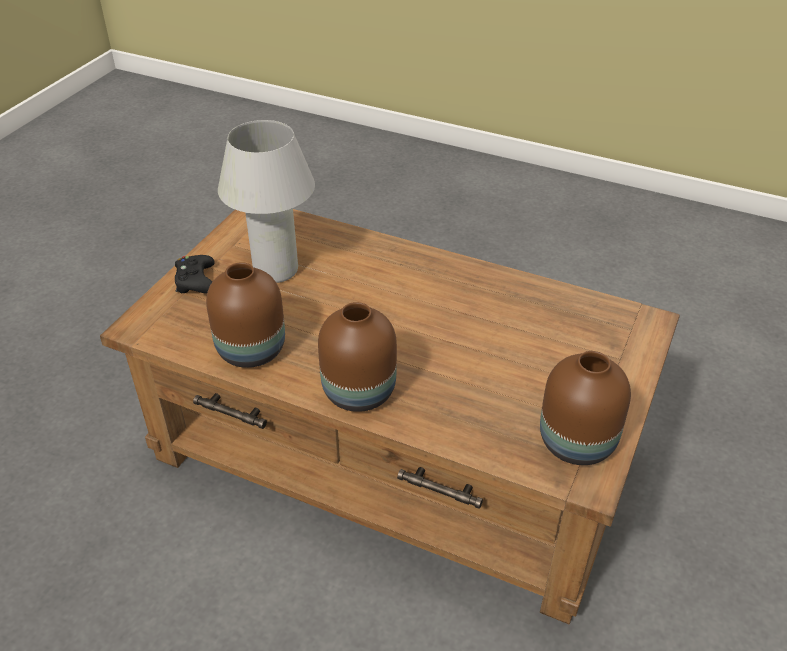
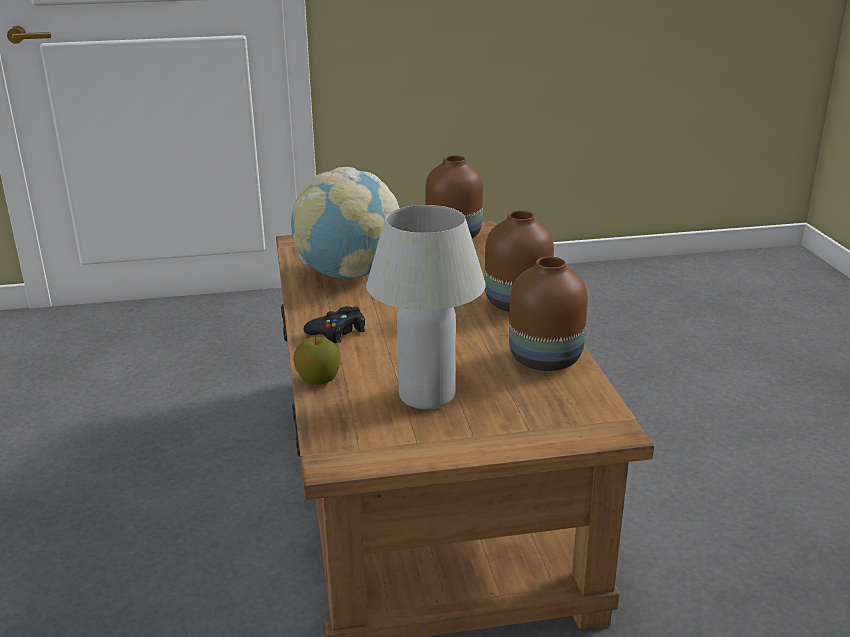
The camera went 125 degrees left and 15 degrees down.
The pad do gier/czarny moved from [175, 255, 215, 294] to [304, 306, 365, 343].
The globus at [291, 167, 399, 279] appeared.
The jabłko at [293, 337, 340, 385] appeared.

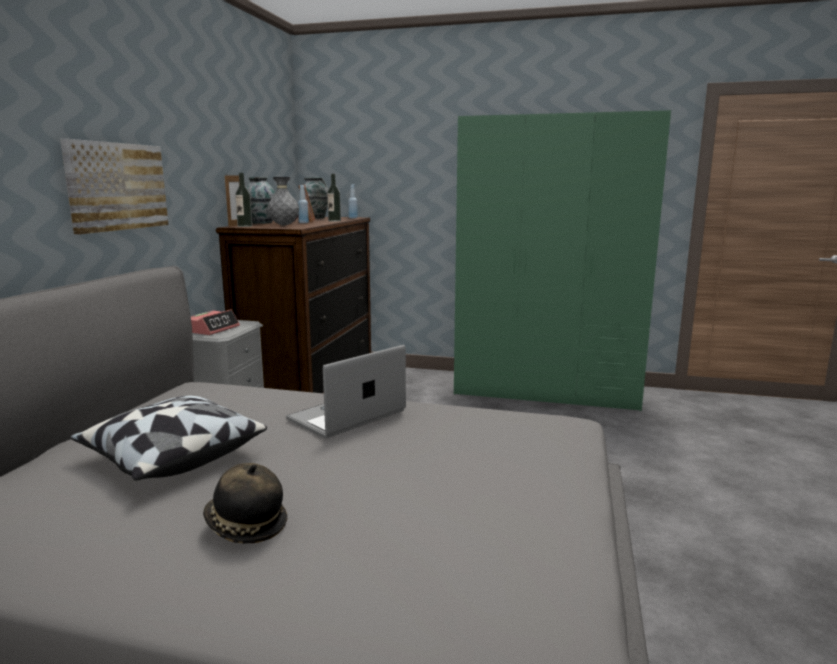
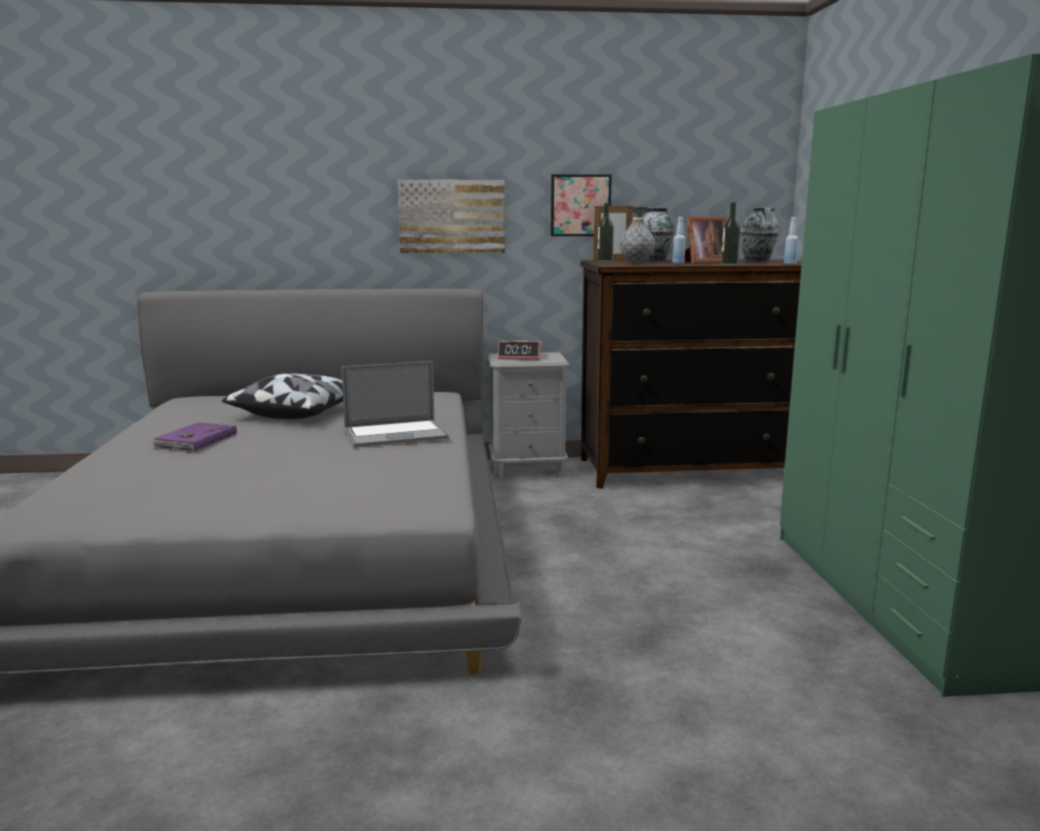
The camera went 70 degrees right and 0 degrees up.
The kapelusz at [203, 463, 287, 543] was replaced by the książka/fioletowy at [151, 422, 237, 451].
The laptop at [286, 345, 406, 439] turned 135 degrees clockwise.
The obraz at [551, 174, 612, 236] appeared.

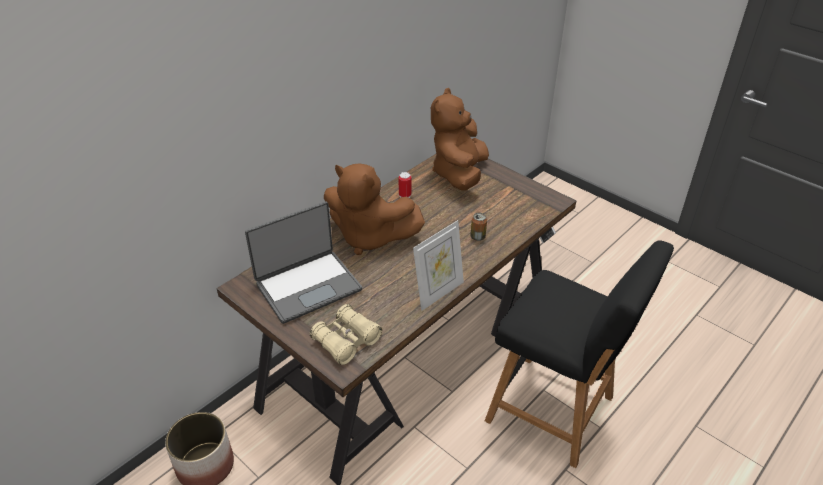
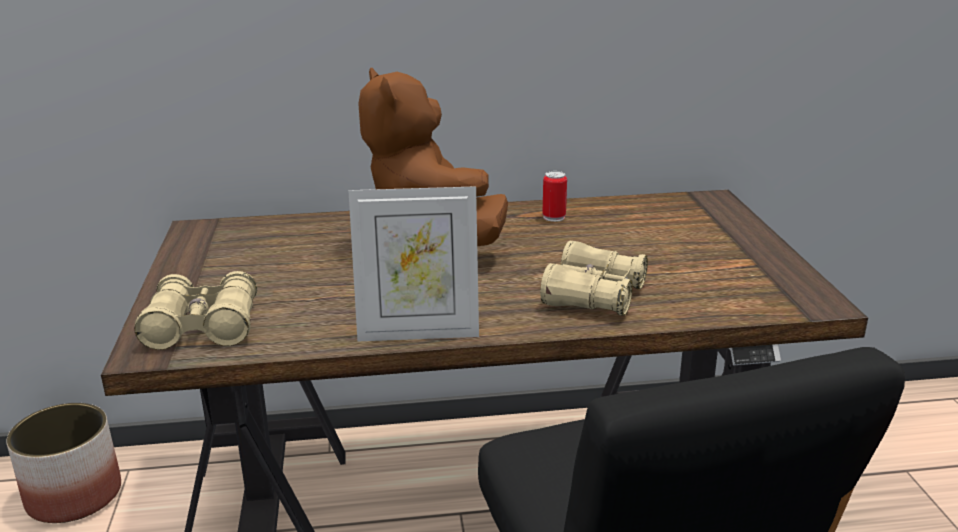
The camera went 40 degrees right and 15 degrees down.
The laptop at [245, 202, 362, 324] disappeared.
The pluszak/brązowy at [431, 88, 489, 190] disappeared.
The puszka at [470, 213, 487, 241] was replaced by the lornetka/beżowy at [540, 241, 648, 316].

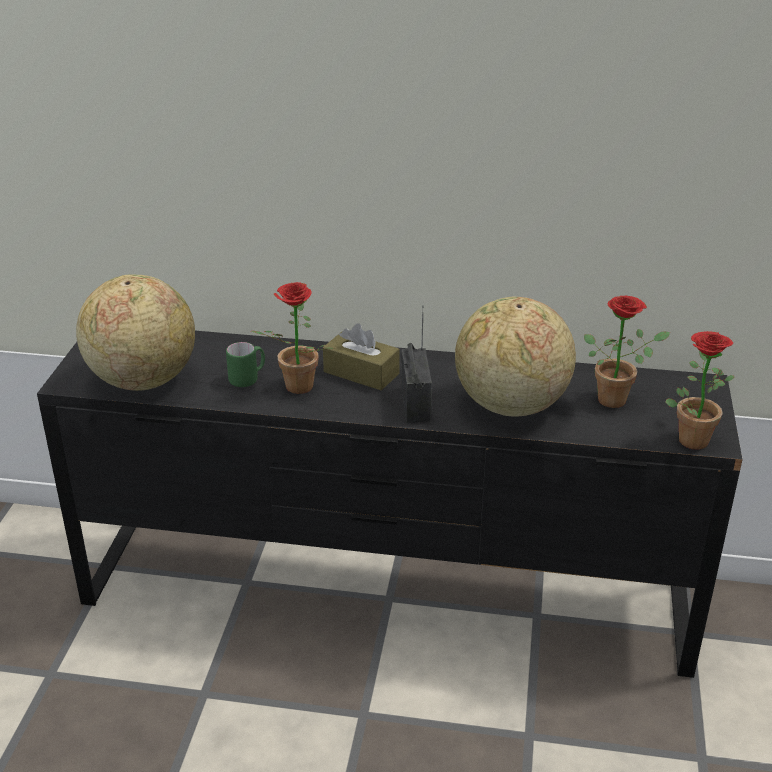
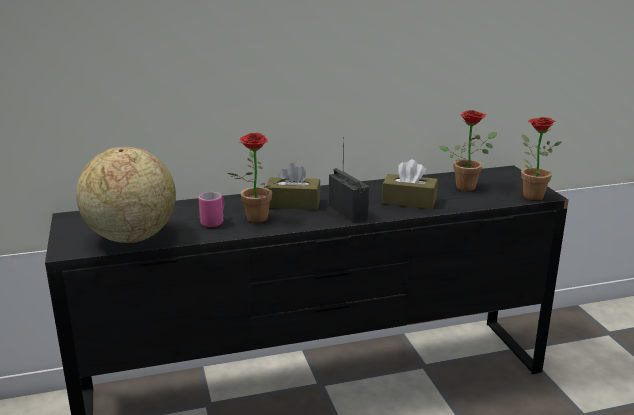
The camera went 25 degrees left and 10 degrees down.
The kubek/zielony at [226, 342, 265, 387] became the kubek/różowy at [198, 192, 224, 227].
The globus at [455, 297, 576, 417] was replaced by the pudełko chusteczek/brązowy at [382, 160, 438, 209].

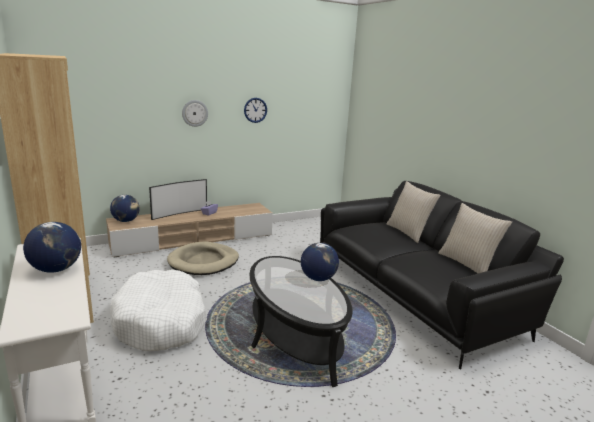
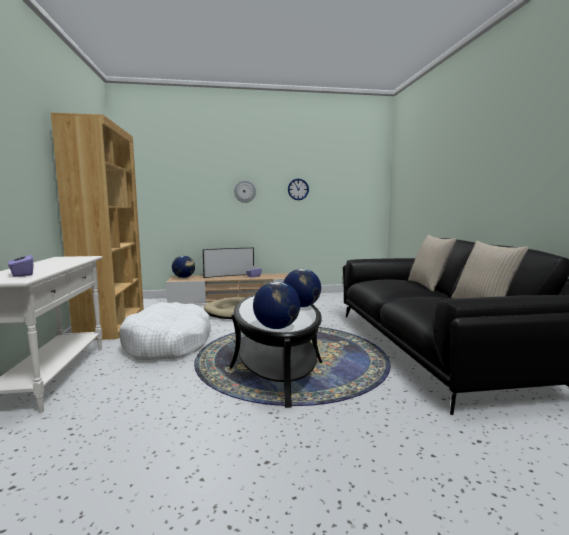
The camera went 20 degrees right and 10 degrees down.
The globus moved from [23, 222, 81, 273] to [253, 282, 300, 329].
The pudełko chusteczek/fioletowy at [8, 251, 33, 277] appeared.

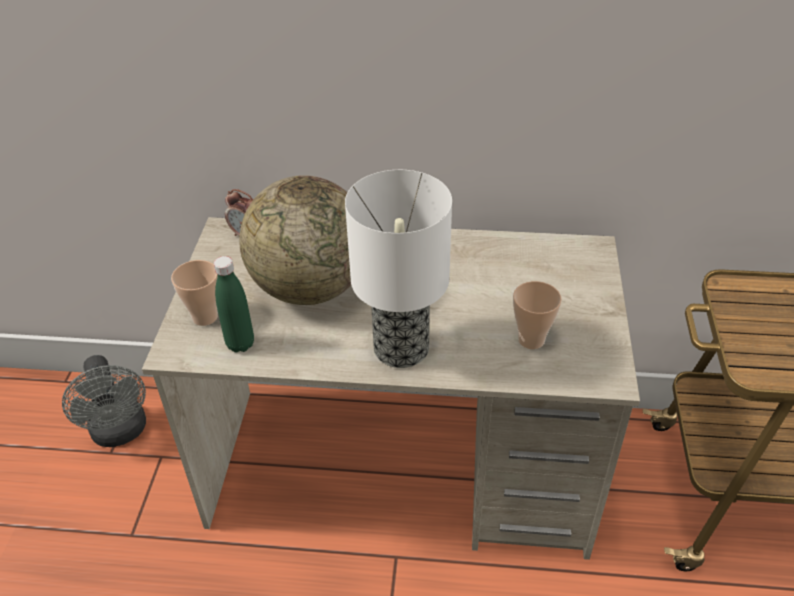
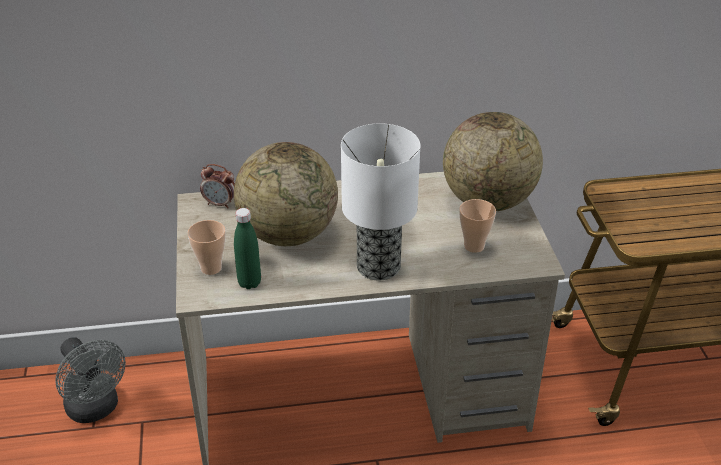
The camera went 15 degrees left and 5 degrees down.
The globus at [443, 112, 543, 211] appeared.

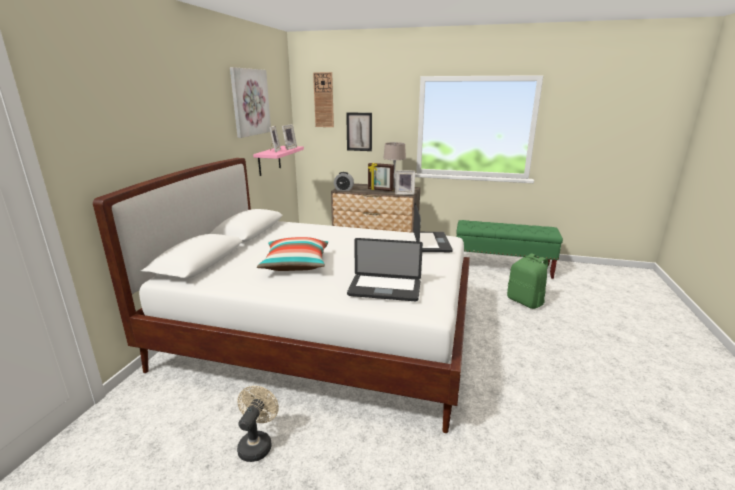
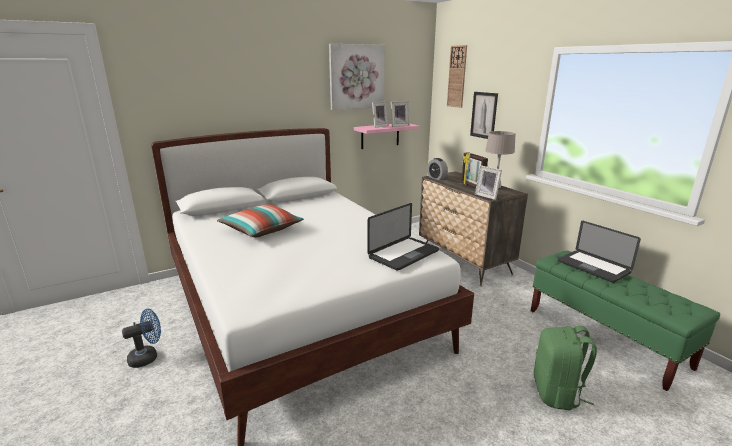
The camera went 45 degrees right and 0 degrees up.
The wentylator/beżowy at [237, 386, 279, 462] became the wentylator/niebieski at [122, 309, 161, 368].
The laptop moved from [347, 238, 423, 301] to [558, 221, 641, 283].

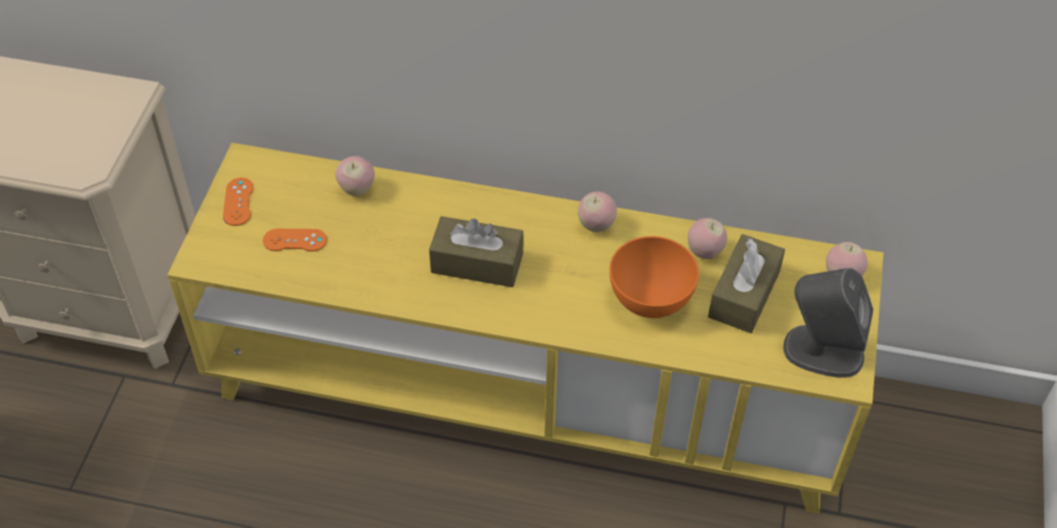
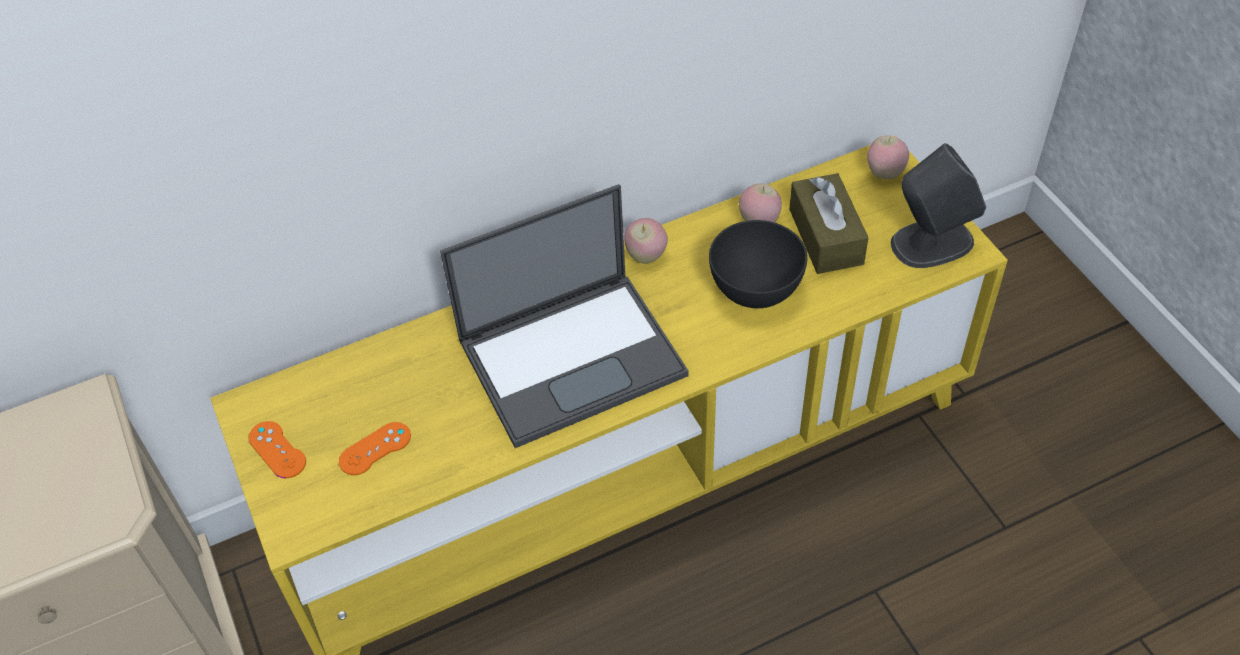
The camera went 35 degrees left and 0 degrees up.
The jabłko at [335, 156, 375, 196] disappeared.
The pudełko chusteczek/brązowy at [429, 216, 524, 287] was replaced by the laptop at [440, 184, 689, 448].
The miska/pomarańczowy at [609, 236, 699, 318] became the miska/szary at [709, 220, 807, 308].

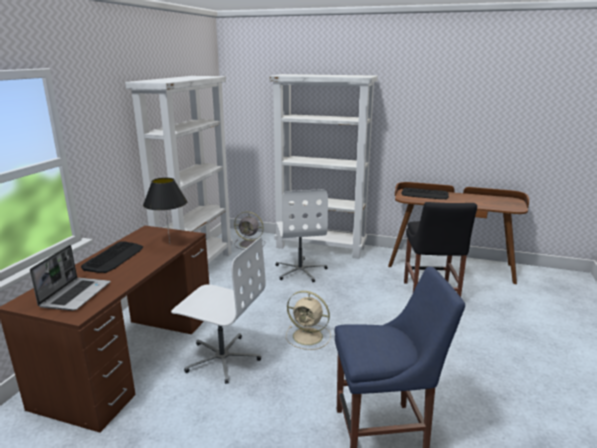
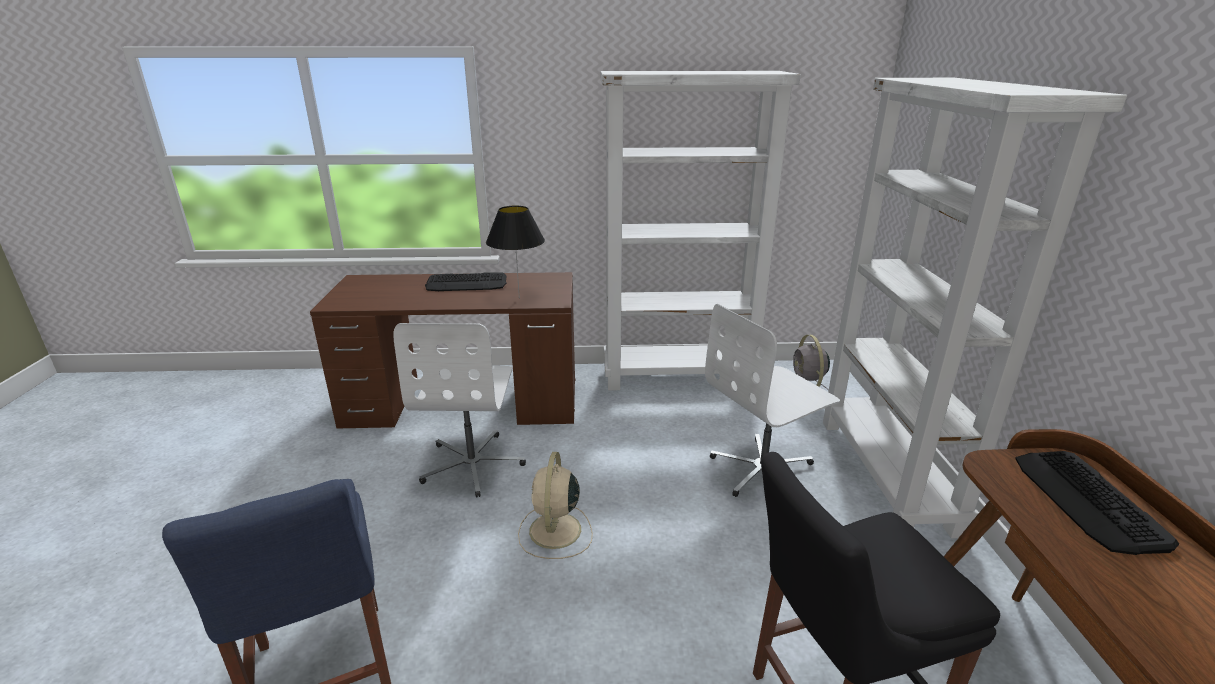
The camera went 70 degrees right and 5 degrees up.
The laptop at [30, 245, 111, 311] disappeared.

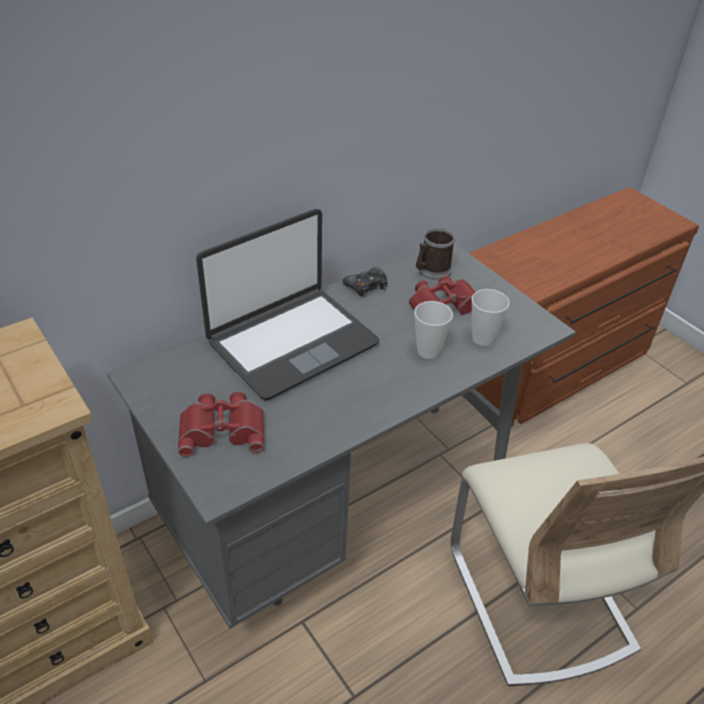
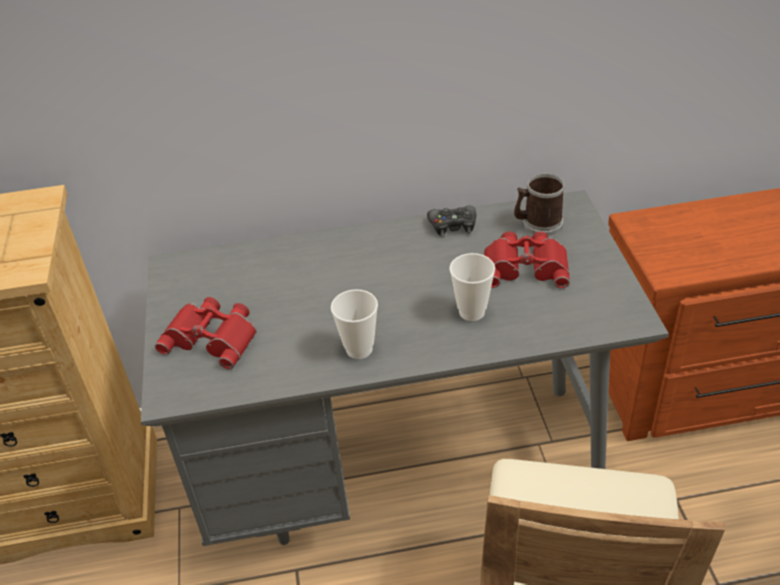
The camera went 30 degrees right and 0 degrees up.
The laptop at [196, 209, 379, 400] disappeared.
The filiżanka moved from [471, 289, 510, 346] to [331, 289, 378, 359].

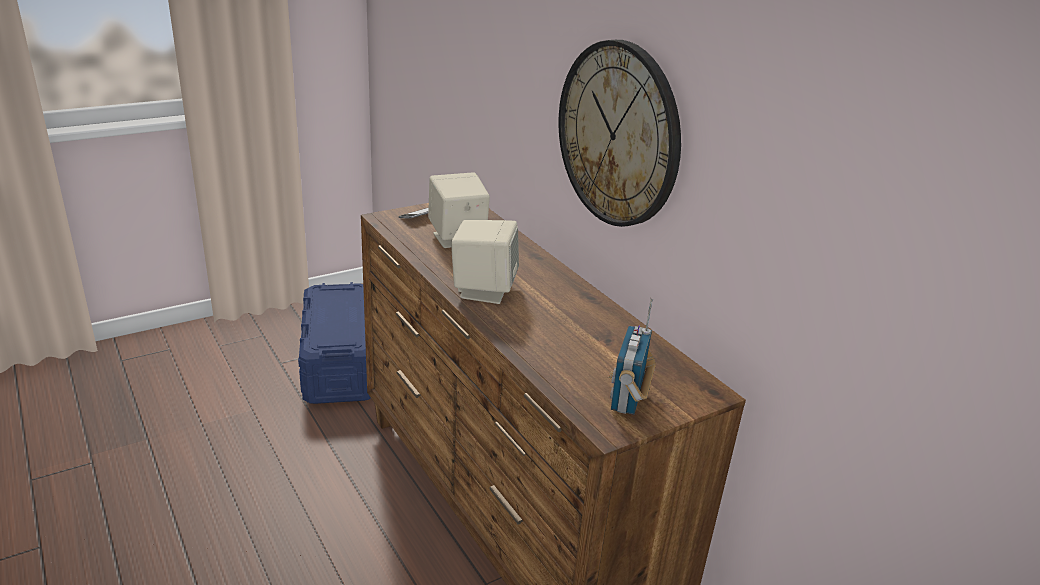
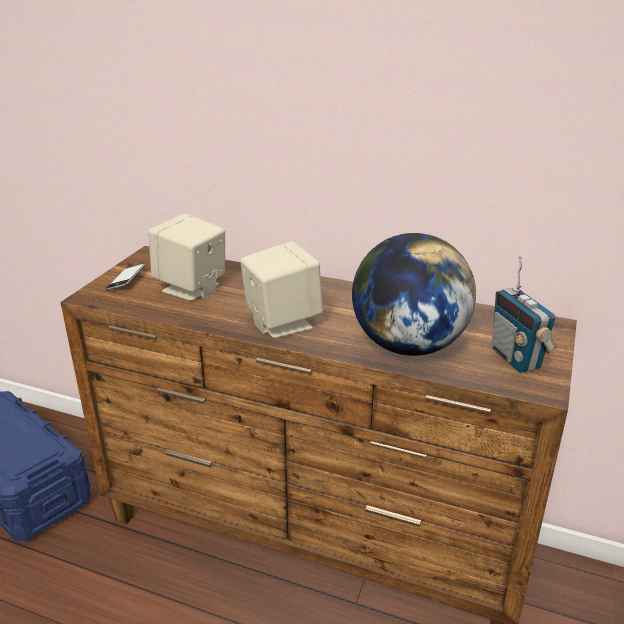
The camera went 35 degrees left and 0 degrees up.
The zegar ścienny at [559, 40, 681, 227] disappeared.
The globus at [352, 233, 476, 356] appeared.

